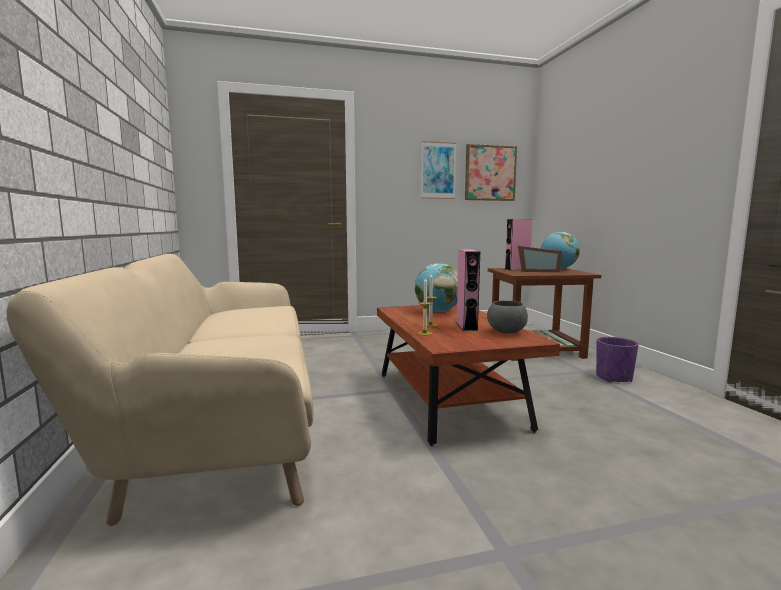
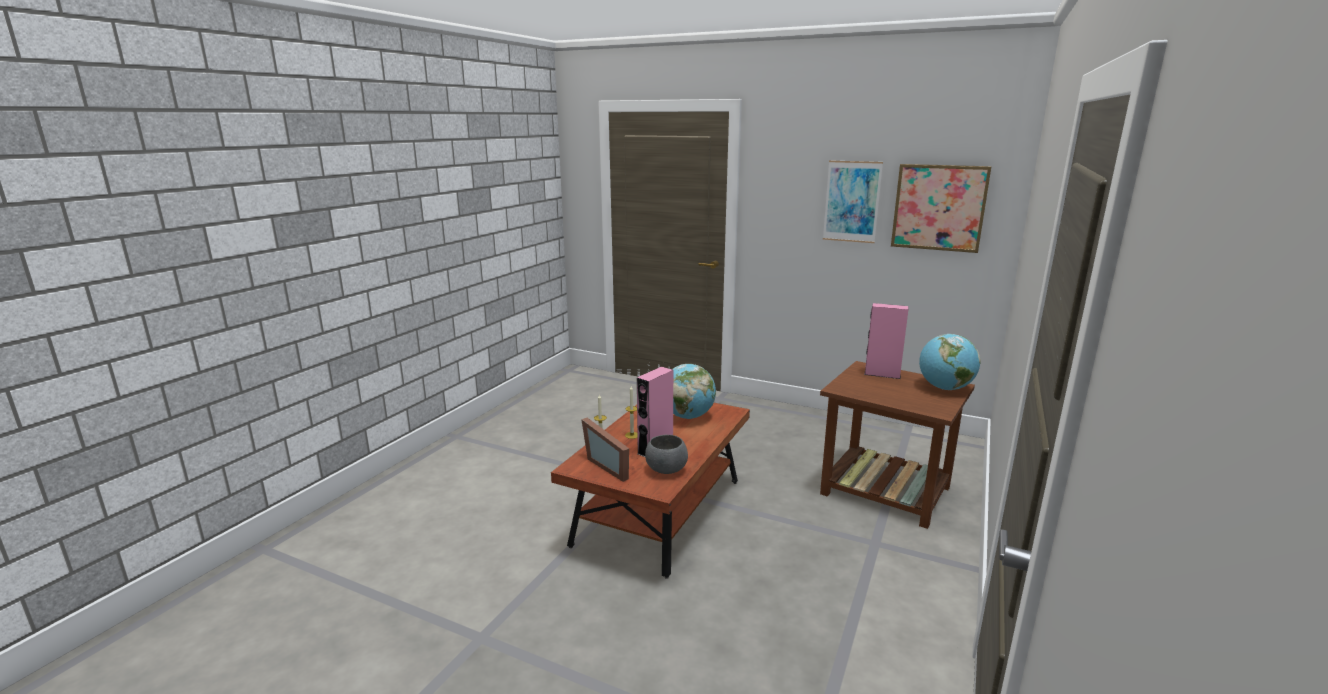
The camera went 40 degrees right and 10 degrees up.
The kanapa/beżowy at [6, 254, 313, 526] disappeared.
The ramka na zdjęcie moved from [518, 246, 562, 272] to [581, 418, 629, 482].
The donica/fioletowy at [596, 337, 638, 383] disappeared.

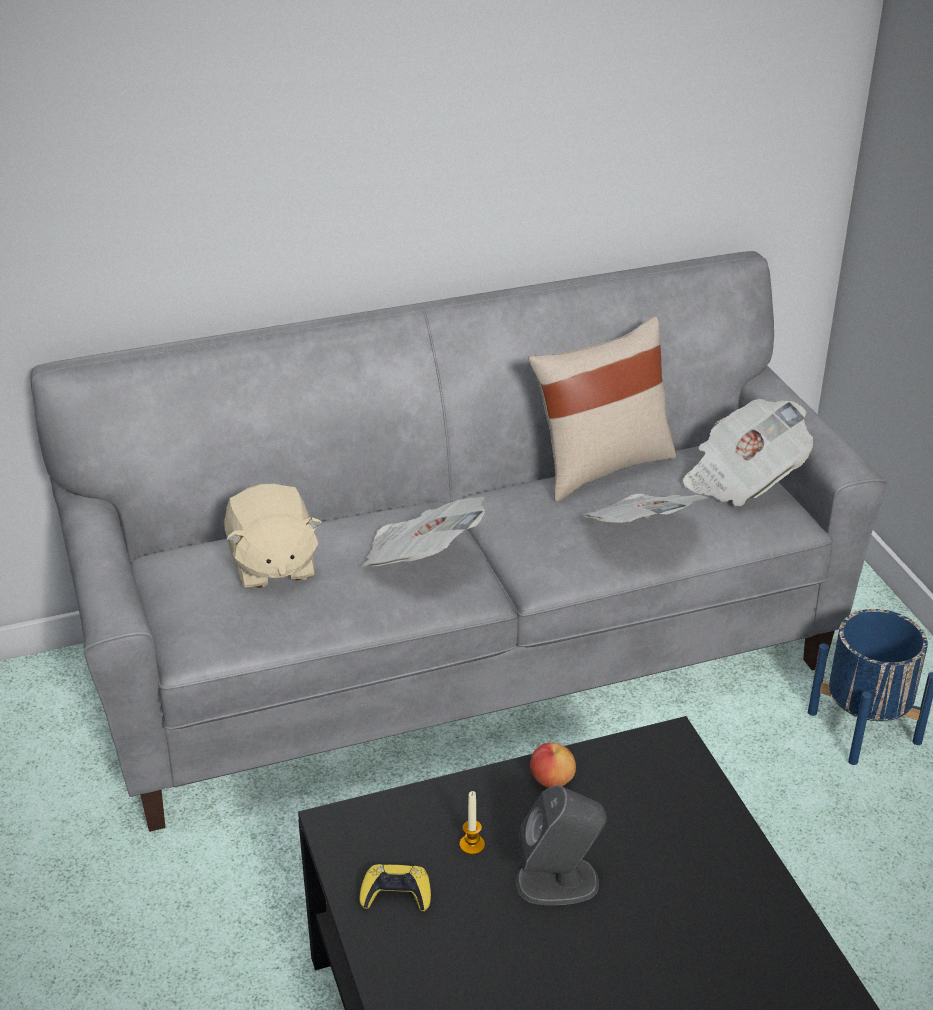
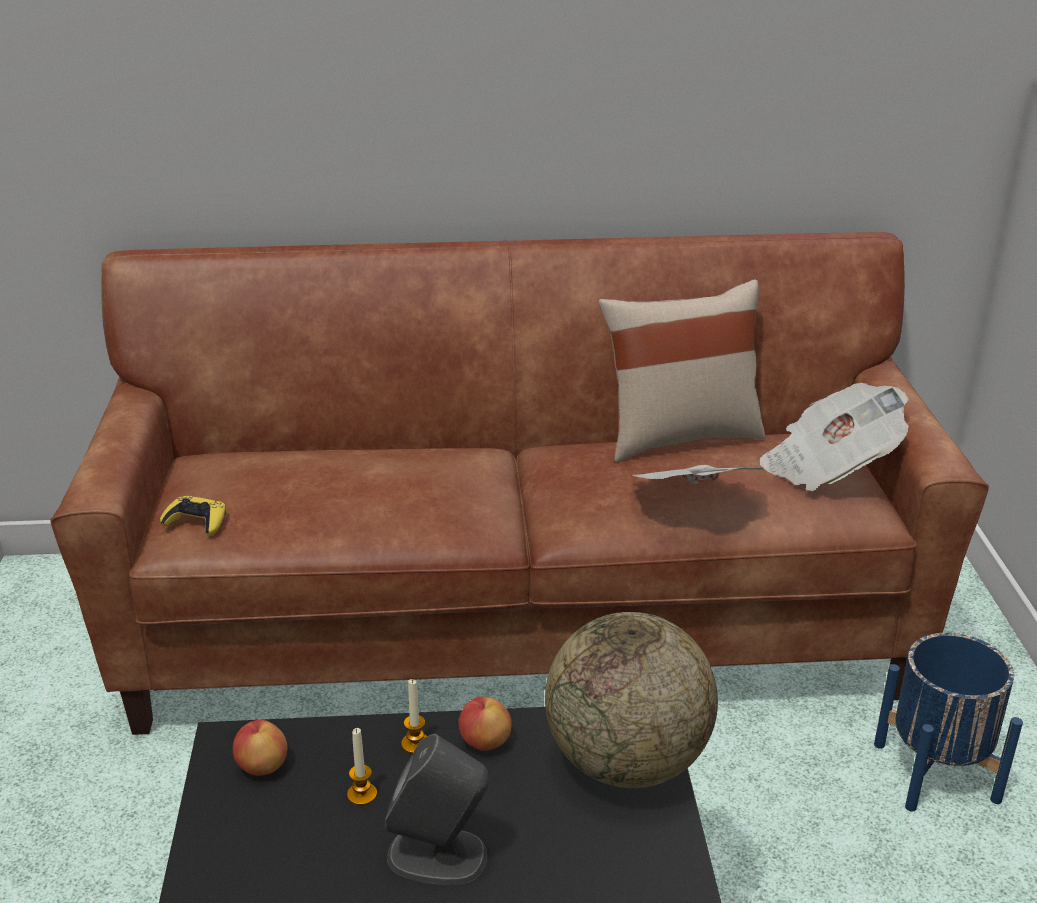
The camera went 15 degrees right and 5 degrees down.
The kanapa/szary at [30, 251, 887, 832] became the kanapa/brązowy at [50, 232, 989, 735].
The pluszak/beżowy at [224, 484, 322, 589] disappeared.
The pad do gier/żółty moved from [359, 864, 431, 911] to [160, 496, 226, 535].
The gazeta at [362, 497, 485, 567] disappeared.
The jabłko at [233, 720, 287, 776] appeared.
The świeca at [401, 679, 427, 754] appeared.
The globus at [545, 612, 718, 788] appeared.

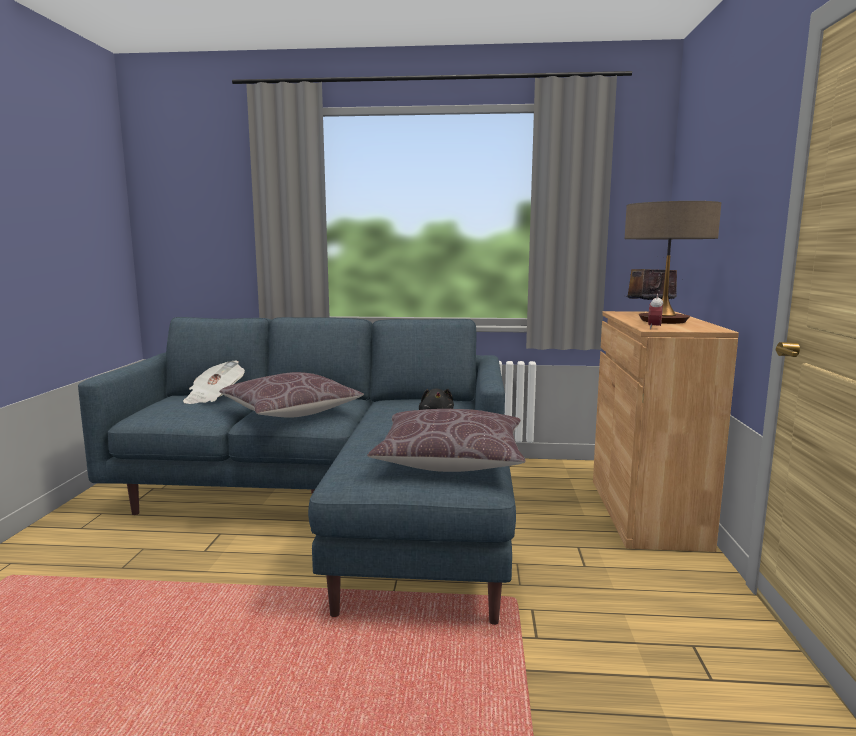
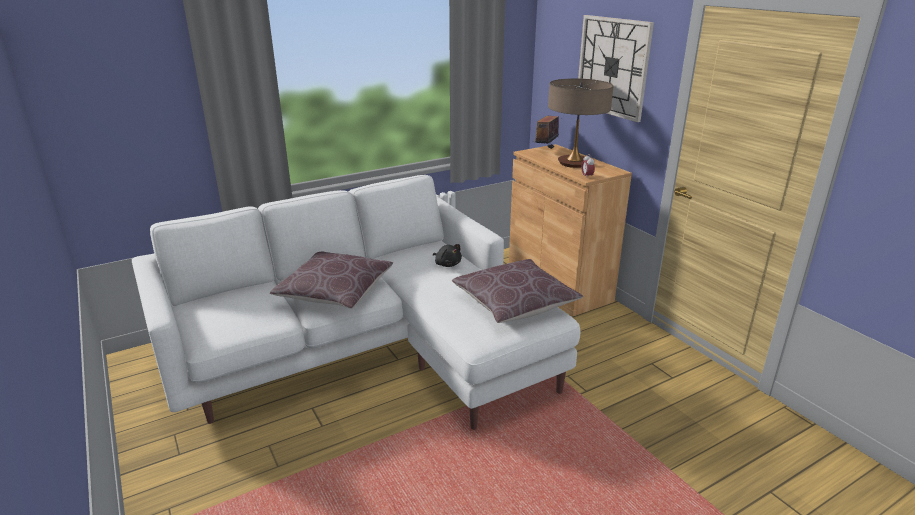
The camera went 35 degrees left and 15 degrees up.
The kanapa/niebieski at [78, 317, 516, 625] became the kanapa/biały at [132, 175, 580, 430].
The gazeta at [183, 361, 245, 404] disappeared.
The zegar ścienny at [578, 15, 654, 122] appeared.

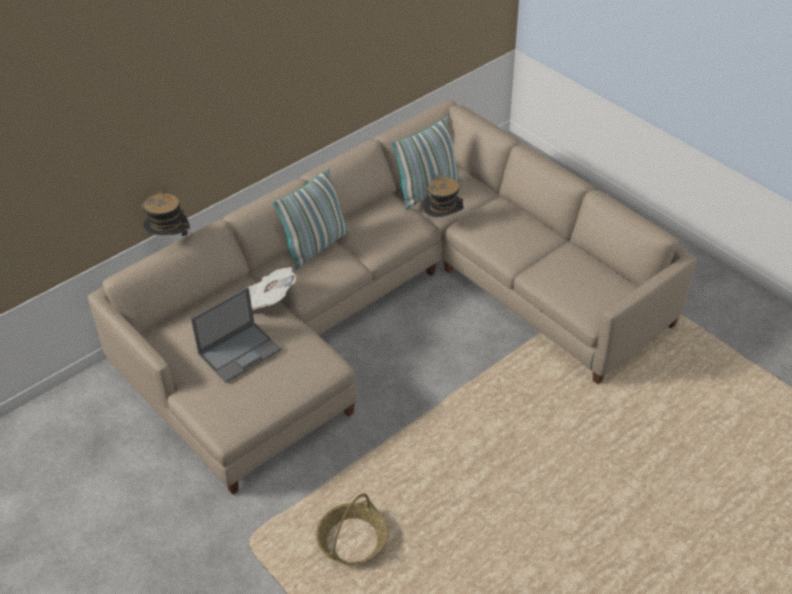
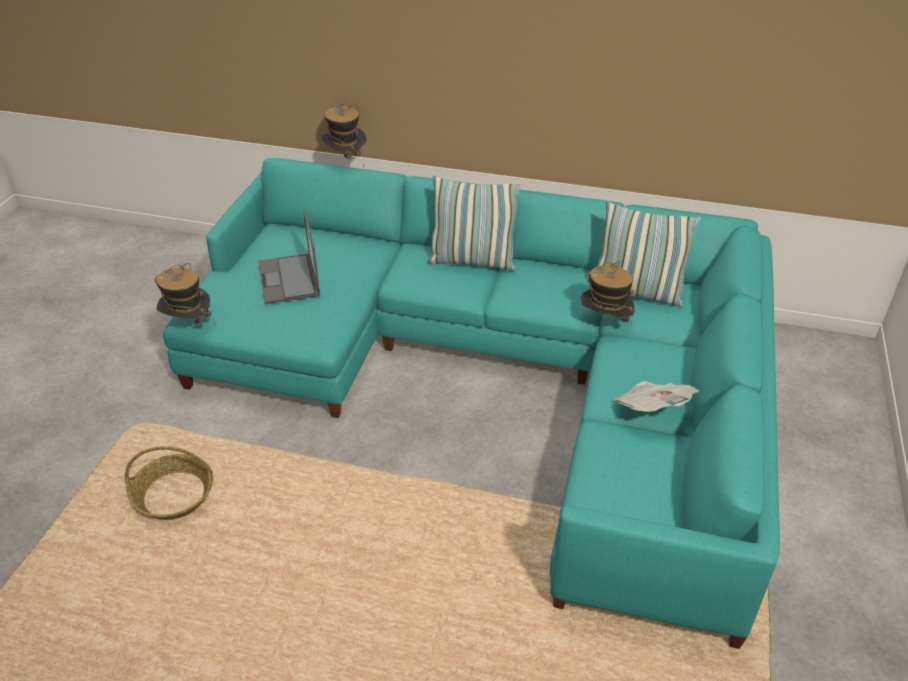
The camera went 55 degrees right and 5 degrees down.
The kanapa/beżowy at [88, 100, 696, 495] became the kanapa/turkusowy at [163, 158, 780, 649].
The laptop at [191, 287, 282, 383] turned 60 degrees clockwise.
The gazeta moved from [246, 267, 296, 310] to [614, 381, 699, 412].
The kapelusz at [154, 263, 215, 326] appeared.

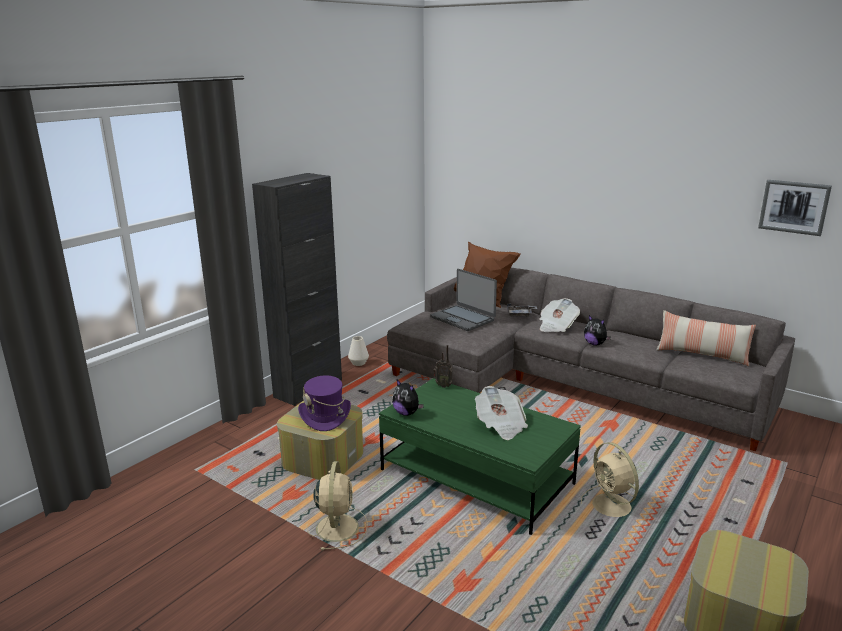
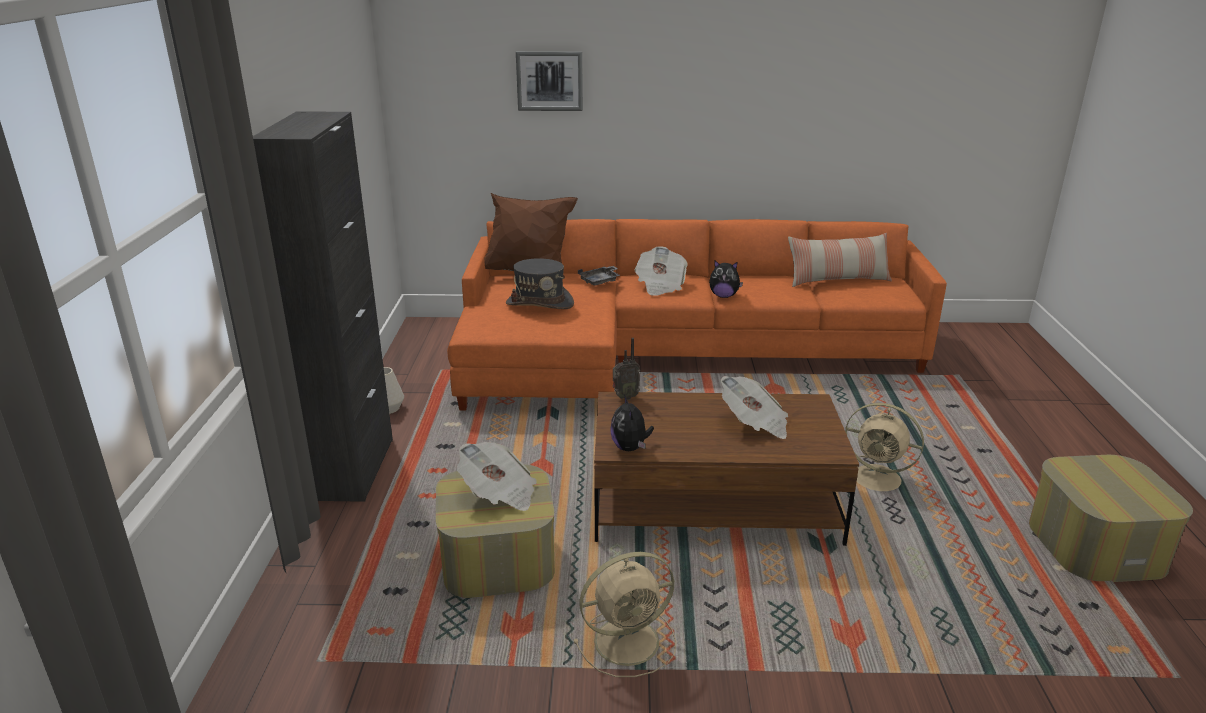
The camera went 35 degrees left and 5 degrees up.
The kapelusz/fioletowy at [298, 375, 351, 431] was replaced by the gazeta at [457, 442, 537, 511].
The wentylator/beżowy at [306, 461, 368, 550] turned 105 degrees clockwise.
The ława/zielony at [379, 378, 581, 535] became the ława/brązowy at [594, 392, 859, 546].
The kanapa/szary at [387, 268, 795, 451] became the kanapa/pomarańczowy at [447, 219, 947, 410].
The pluszak at [392, 380, 424, 416] turned 75 degrees clockwise.
The laptop at [430, 269, 497, 331] was replaced by the kapelusz/szary at [506, 258, 574, 309].
The obraz moved from [758, 180, 832, 236] to [516, 51, 583, 111].

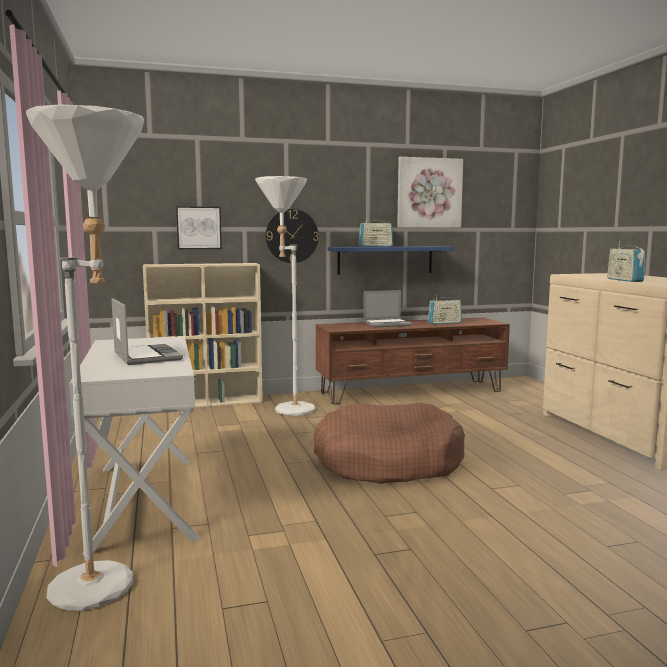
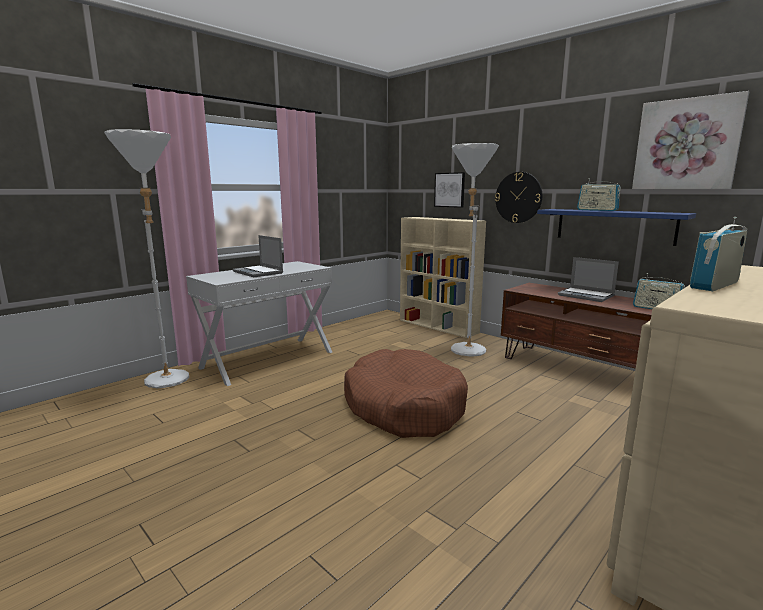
The camera went 60 degrees right and 5 degrees up.
The laptop at [111, 298, 183, 365] turned 105 degrees clockwise.

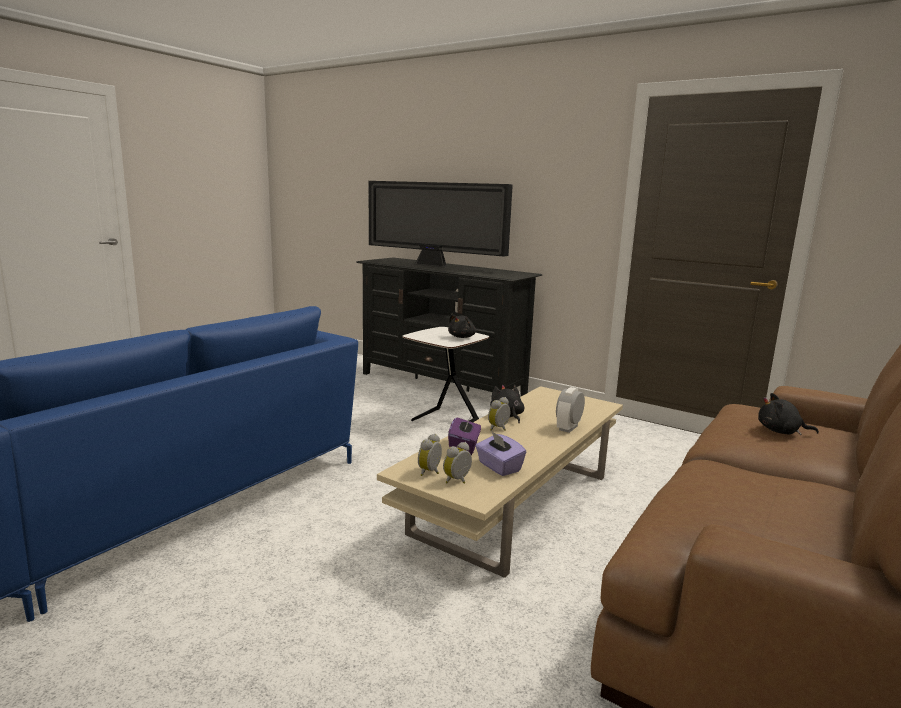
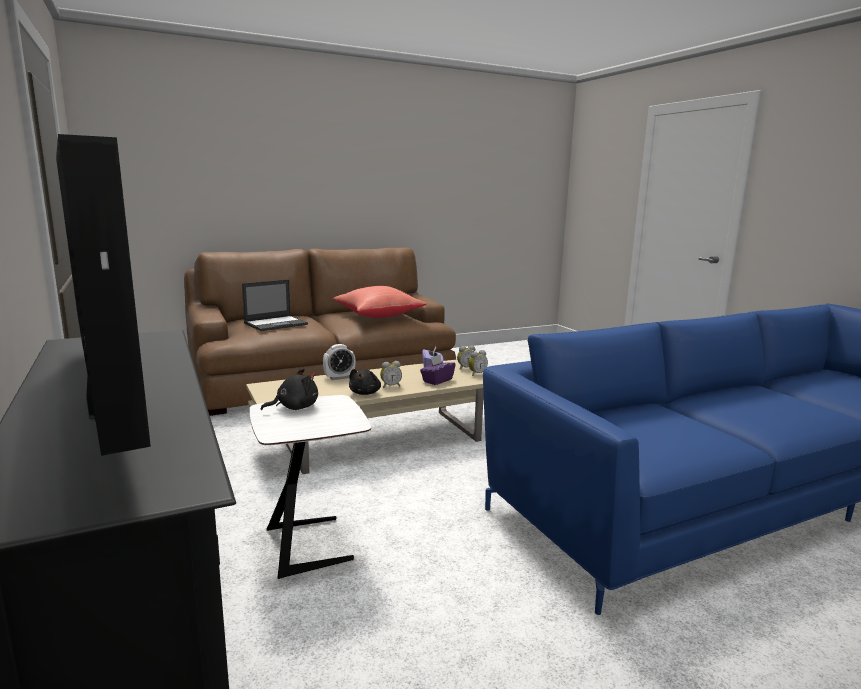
The camera went 150 degrees left and 0 degrees up.
The pluszak/czarny at [758, 393, 819, 435] was replaced by the laptop at [242, 280, 308, 331].
The poduszka/czerwony at [333, 286, 427, 318] appeared.

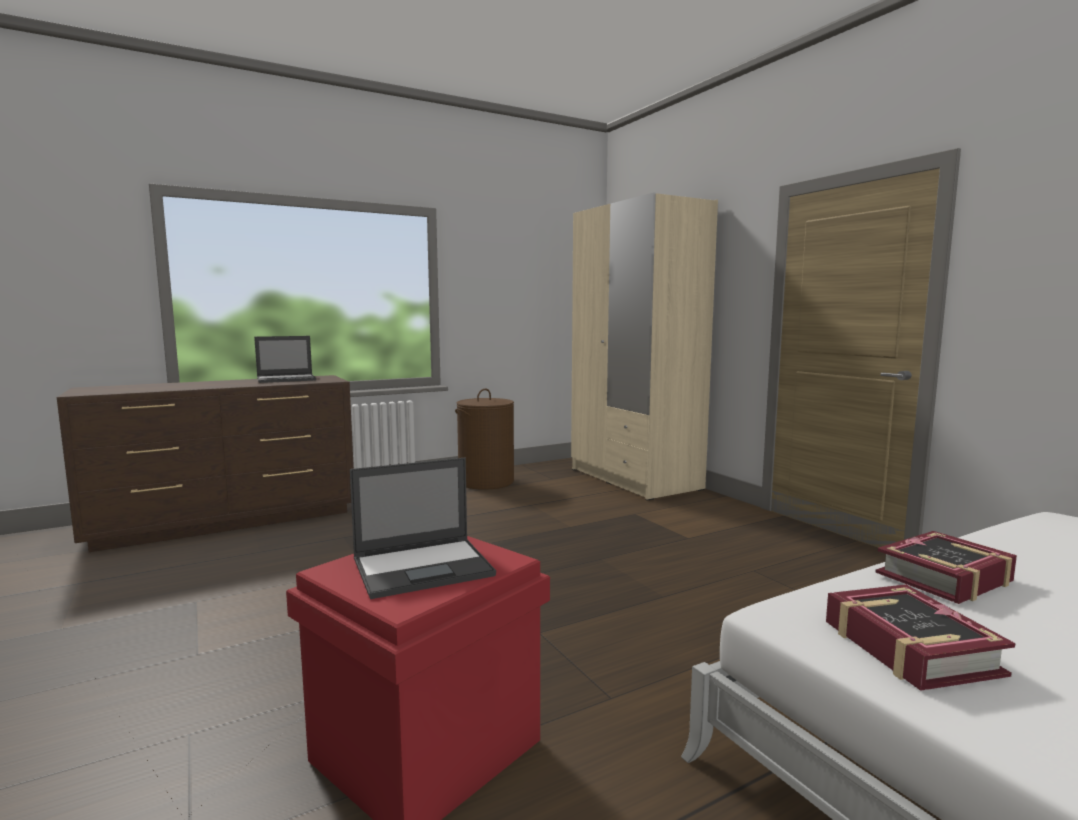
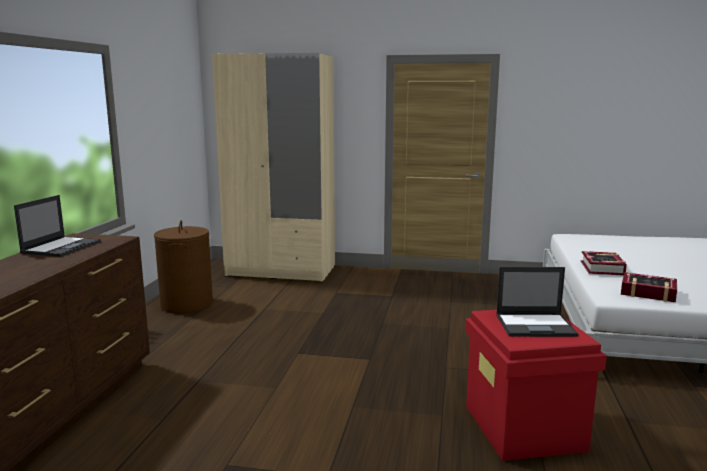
The camera went 50 degrees left and 5 degrees up.
The laptop at [350, 458, 496, 599] turned 75 degrees clockwise.

